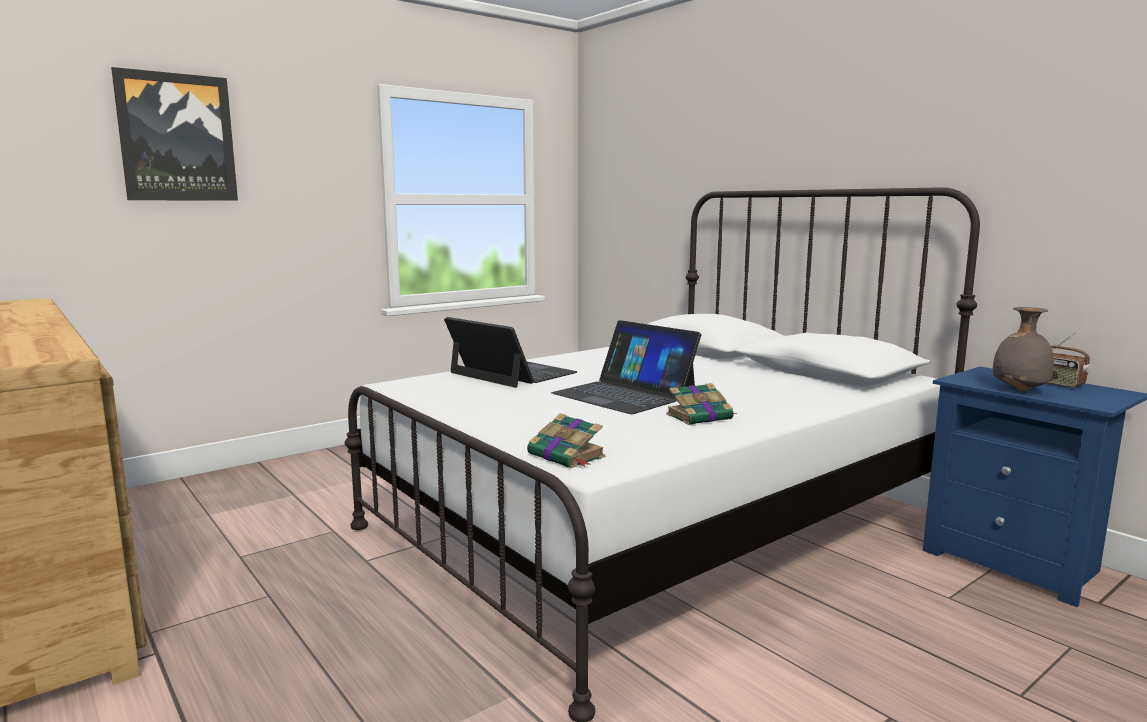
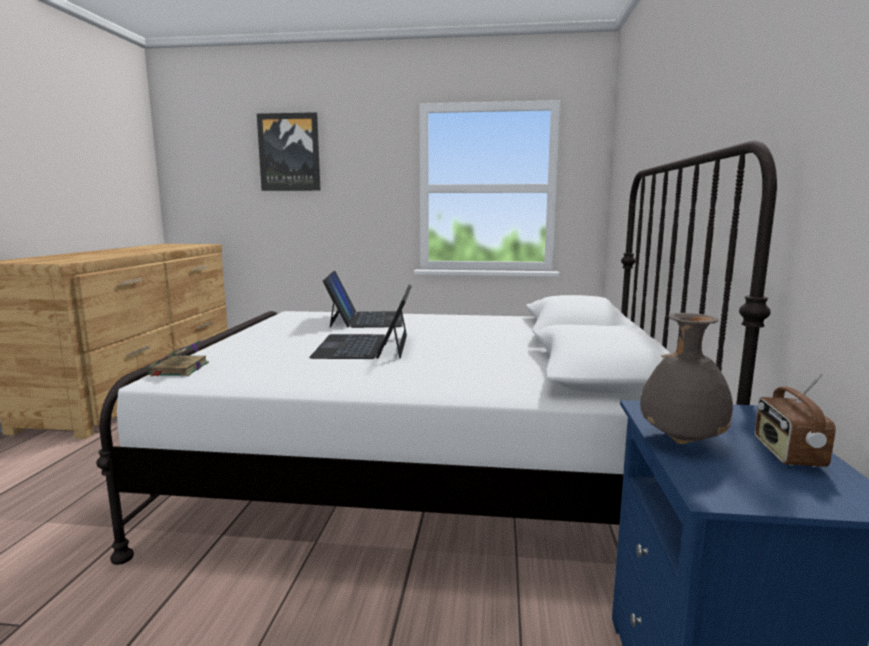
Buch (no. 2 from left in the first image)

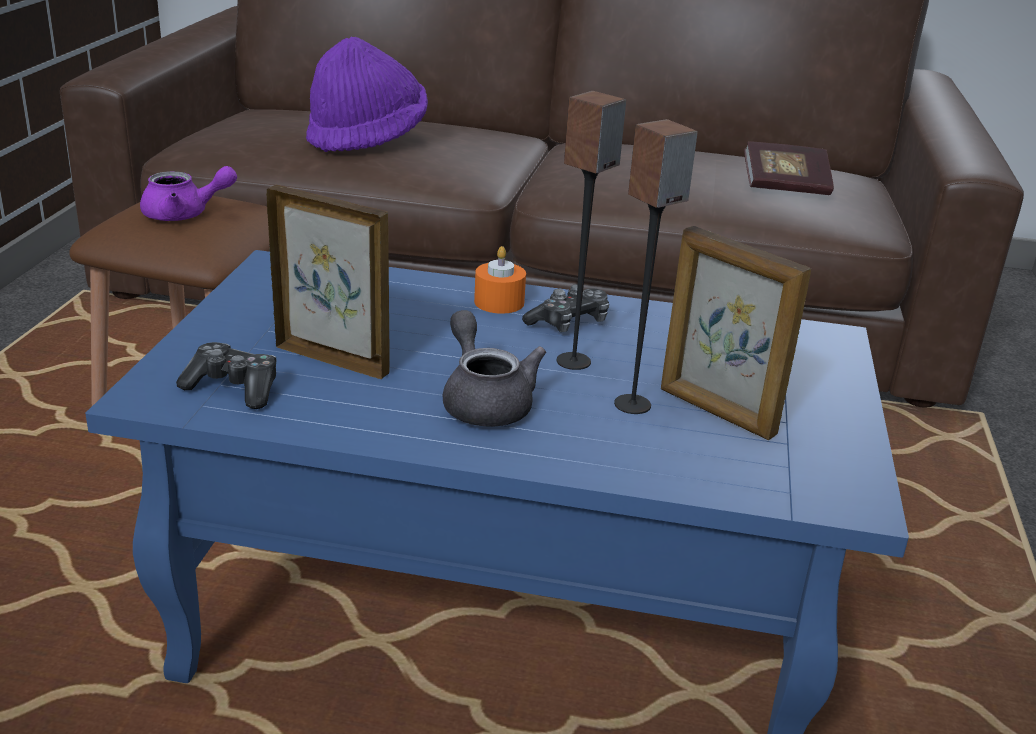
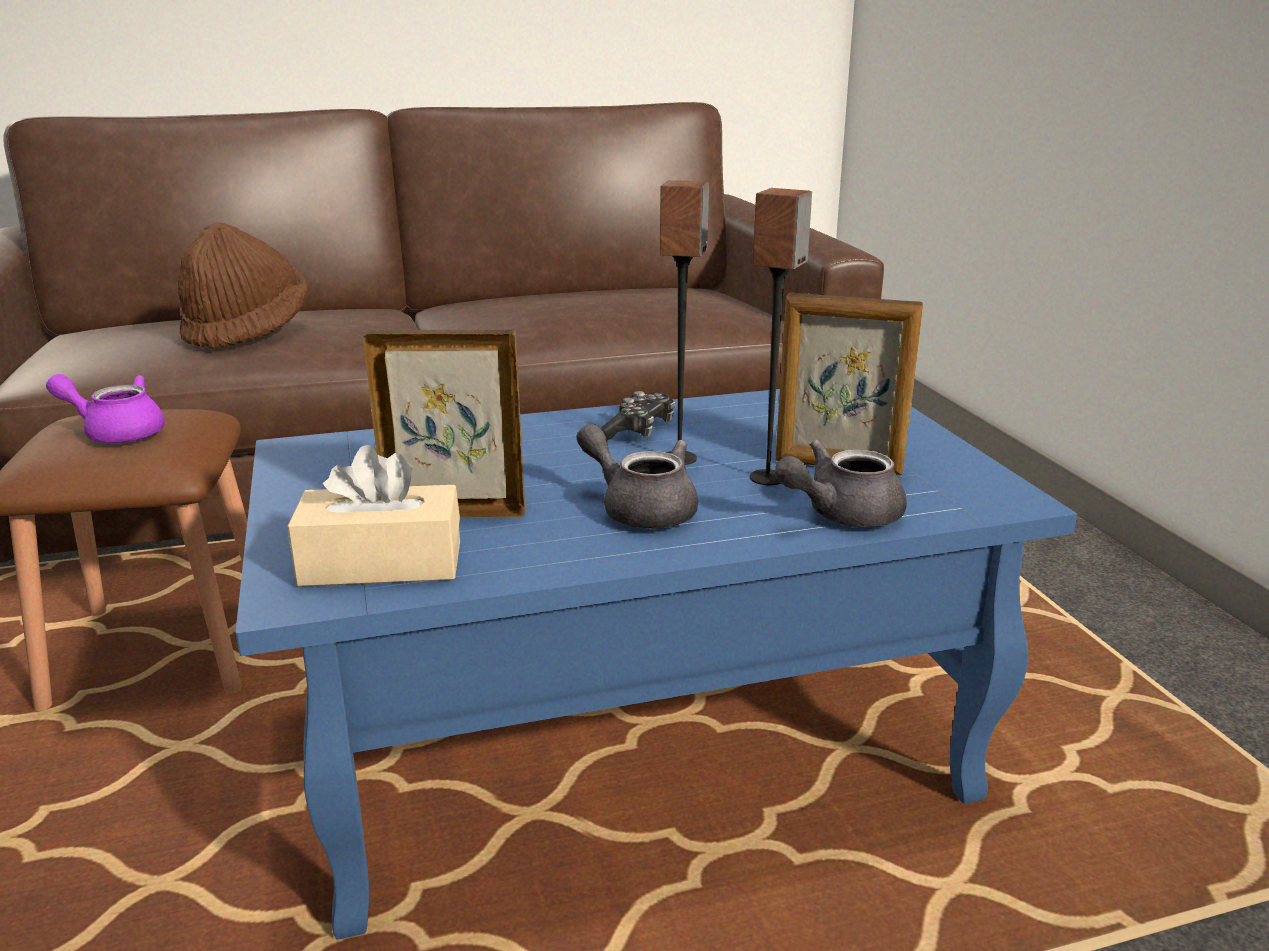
Teekanne/lila
Taschentuchbox/beige
Hut/braun
Kerze/orange
Buch
Teekanne/grau (no. 2 from left)

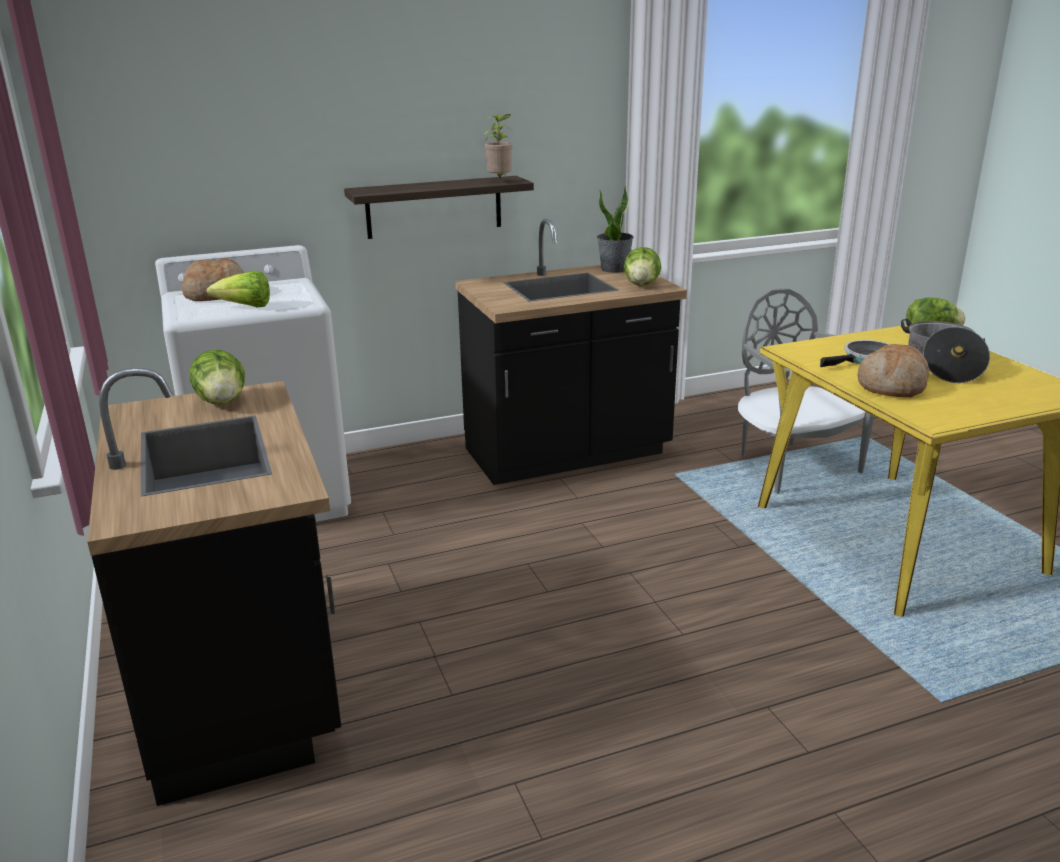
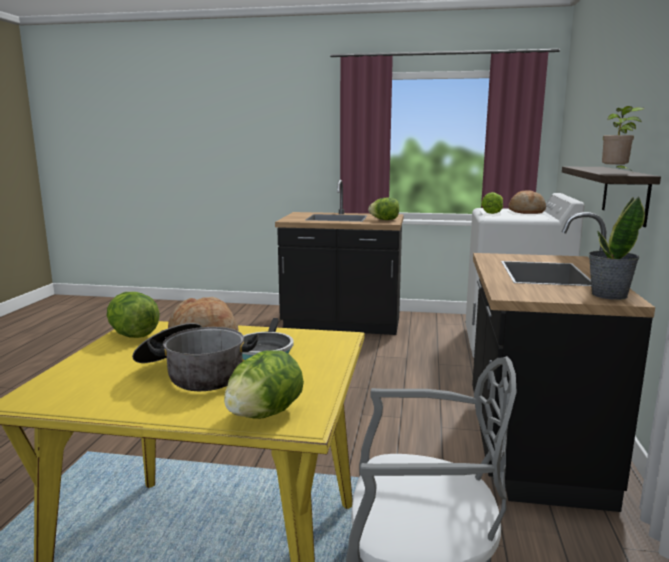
Salatkopf (no. 1 from left)

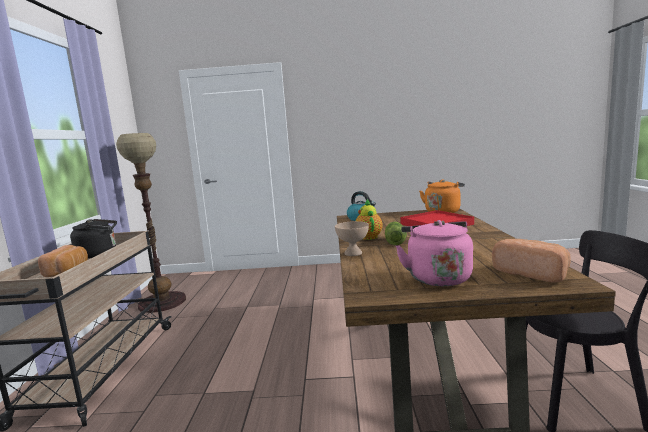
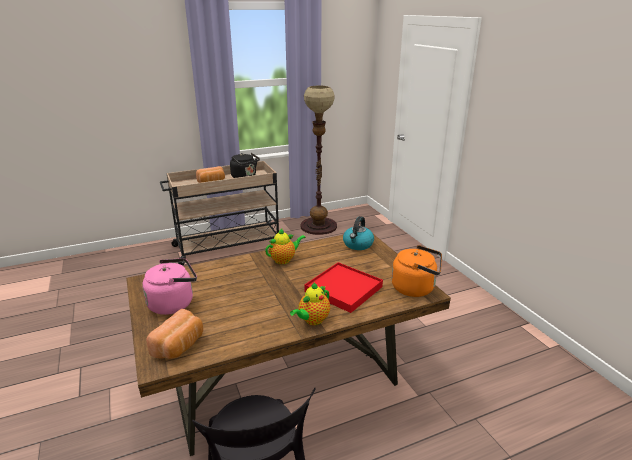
Schüssel/beige
Salatkopf
Teekanne (no. 2 from left)

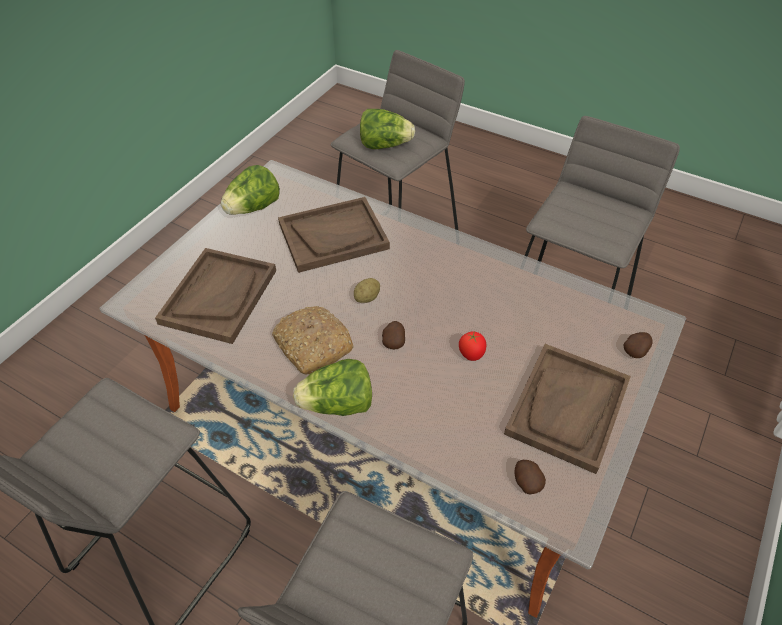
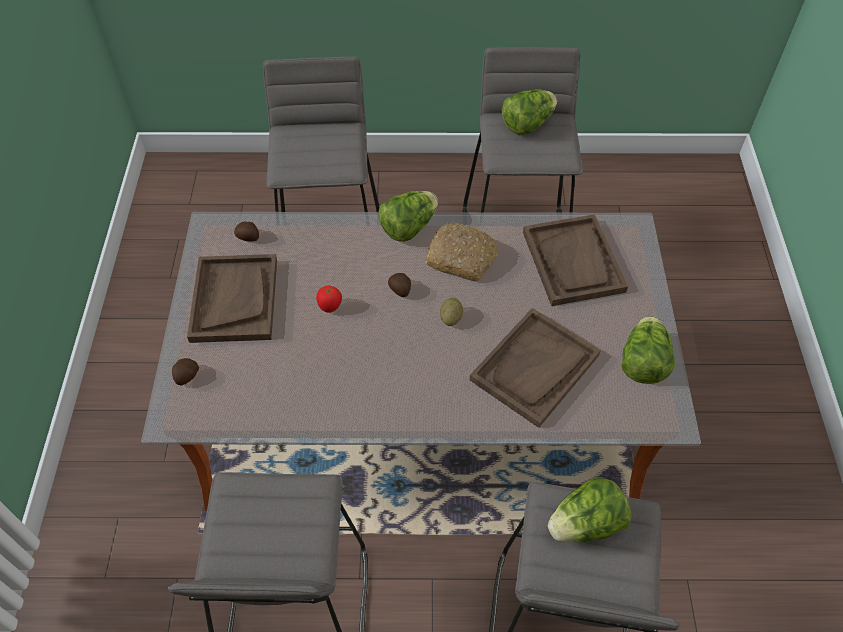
Salatkopf (no. 2 from left)

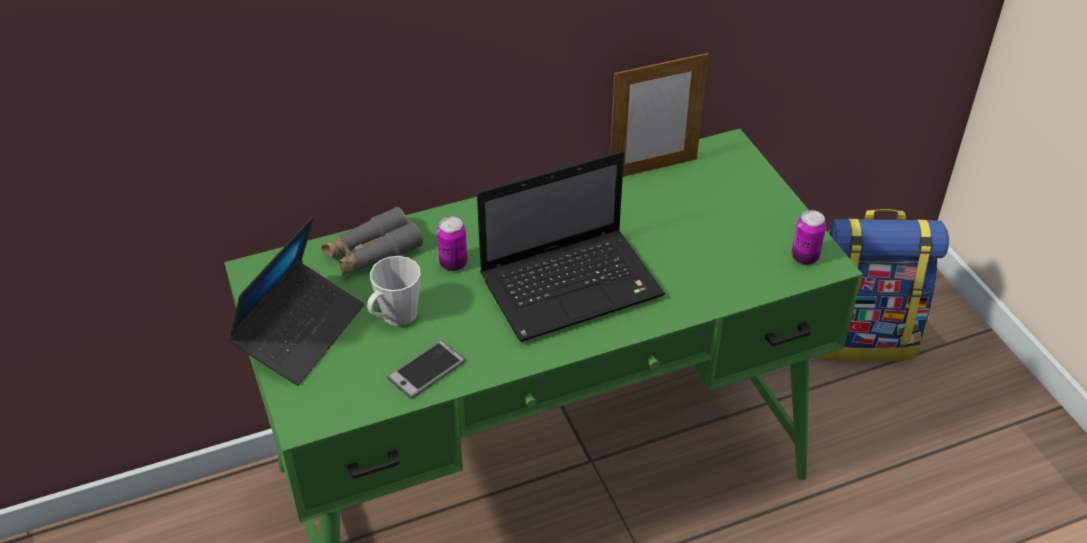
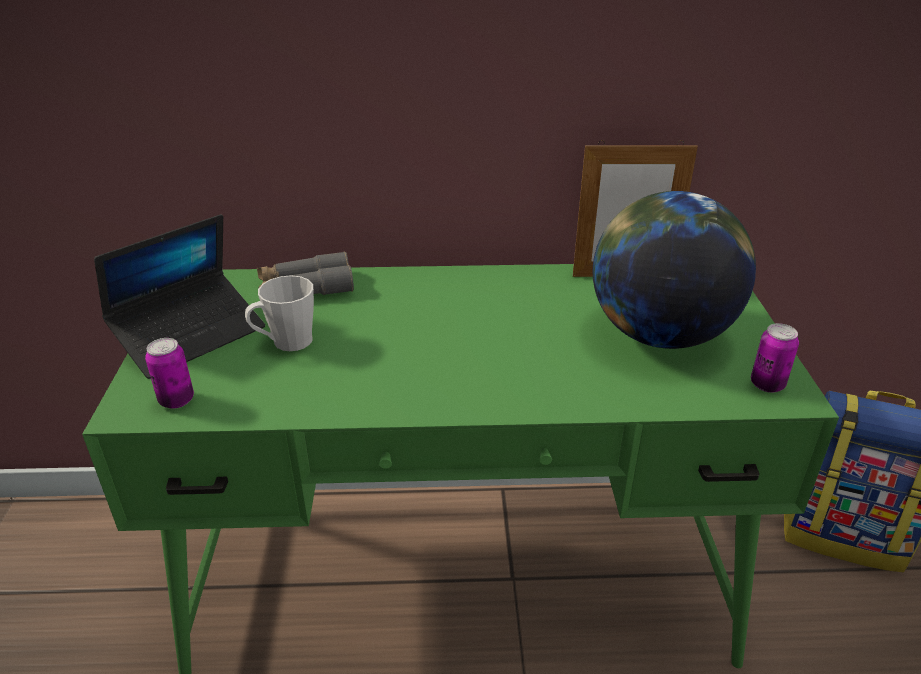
Handy
Dose (no. 1 from left)
Laptop (no. 2 from left in the first image)
Globus

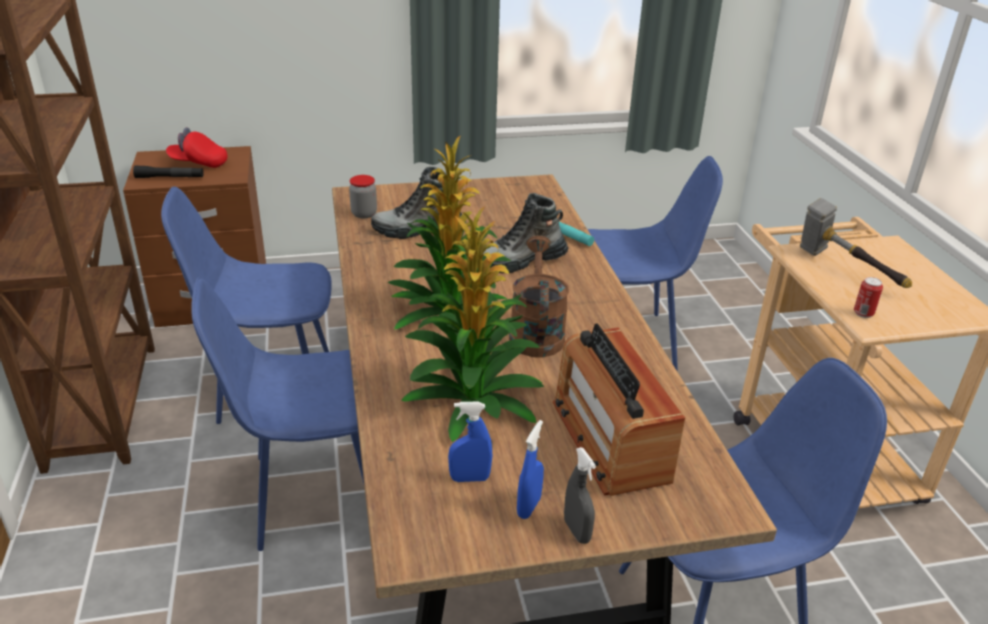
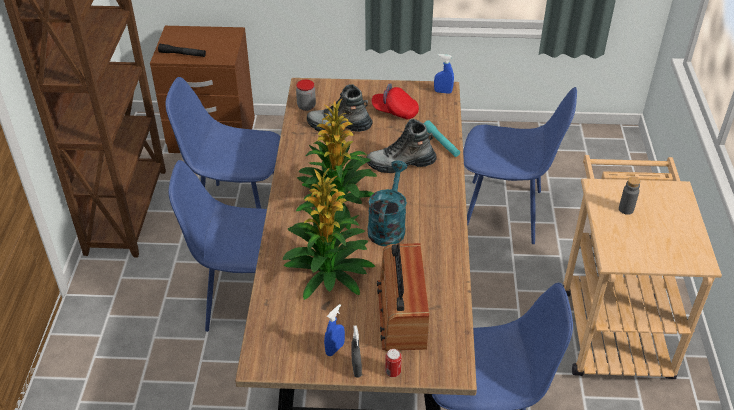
Kappe/rot
Sprühflasche/blau (no. 2 from left)
Gießkanne/türkis
Flasche/grau
Dose

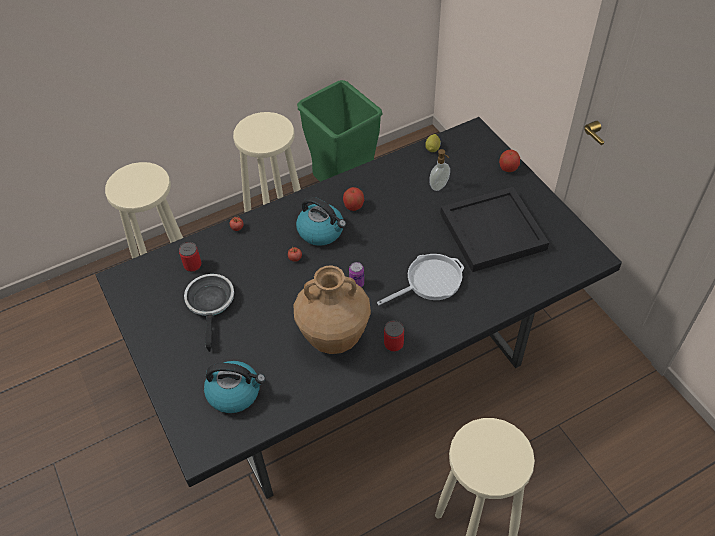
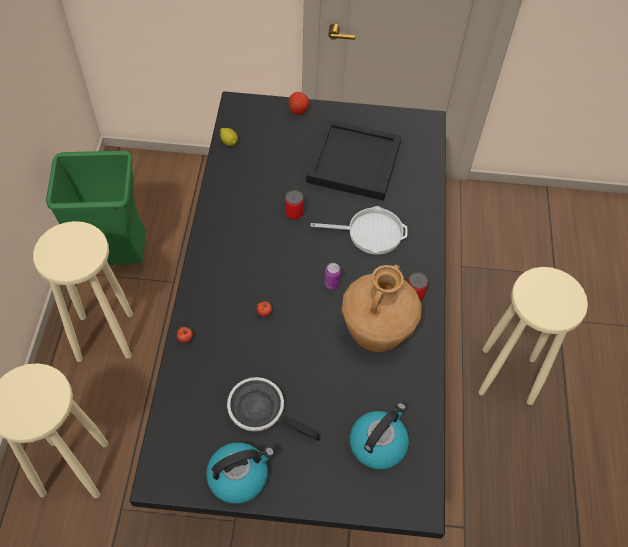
Dose (no. 1 from left)
Wasserkessel (no. 1 from left)
Apfel (no. 1 from left in the first image)
Pfanne (no. 2 from left)
Seifenspender

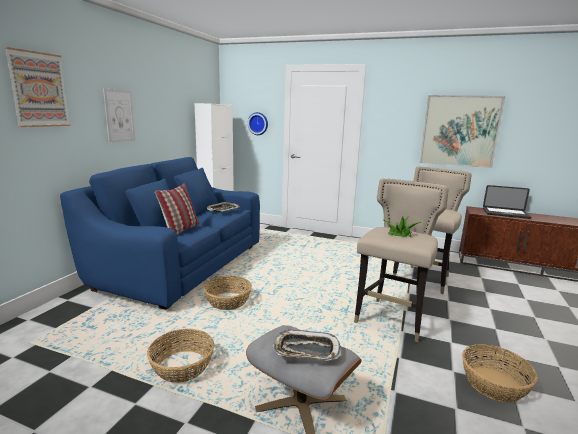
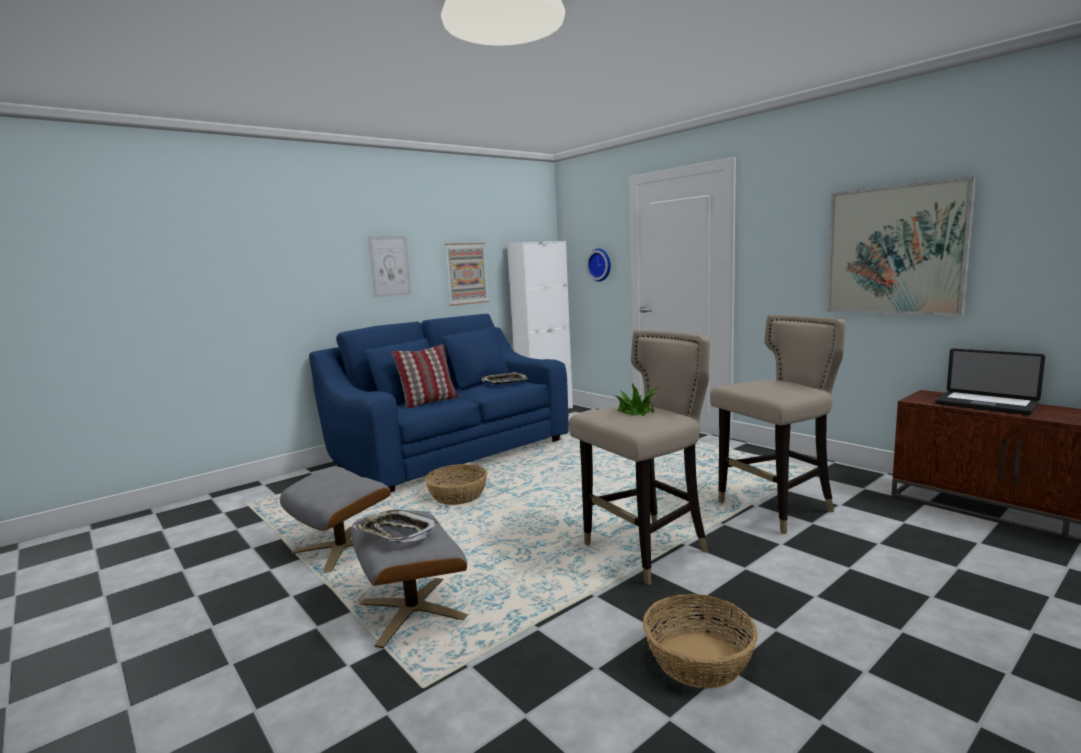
Bild (no. 2 from left)
Polsterhocker/grau (no. 1 from left)

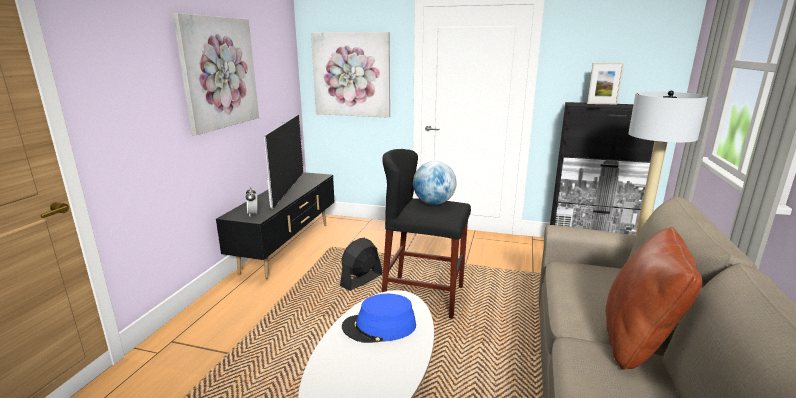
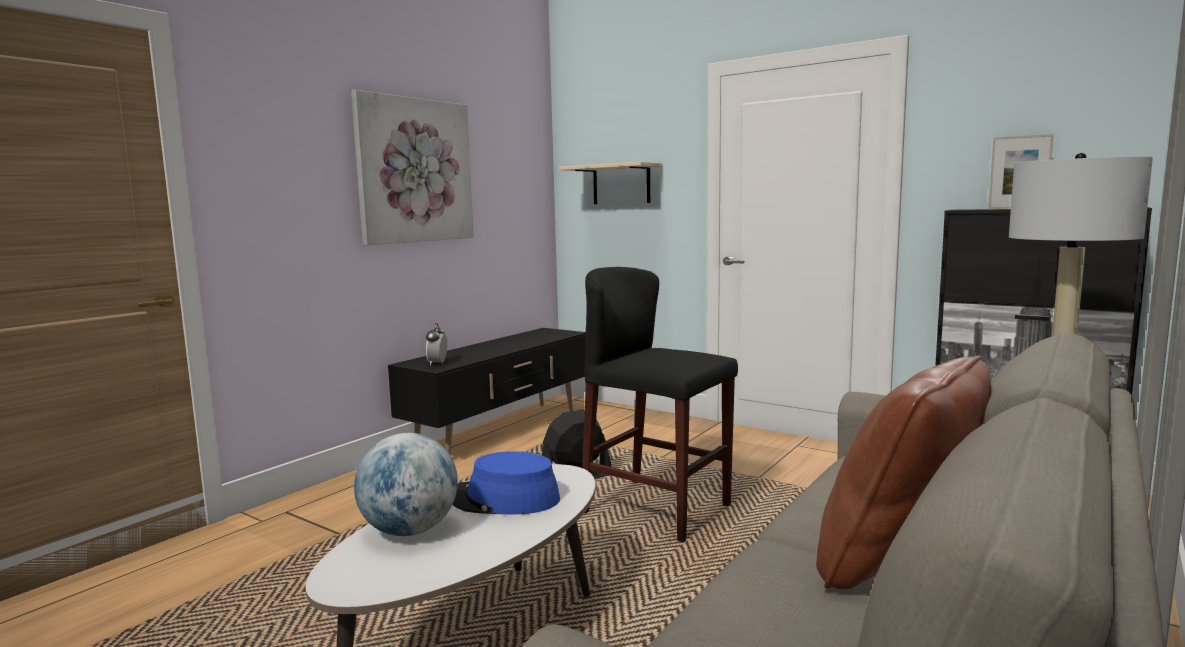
Fernseher
Wandregal/beige
Globus

